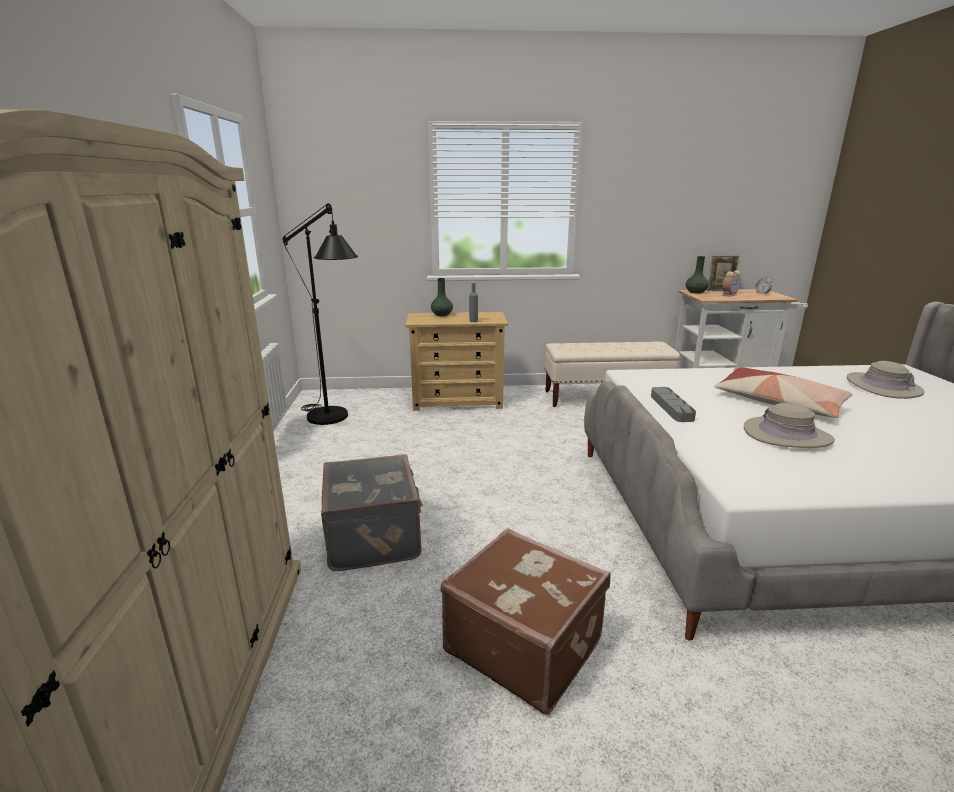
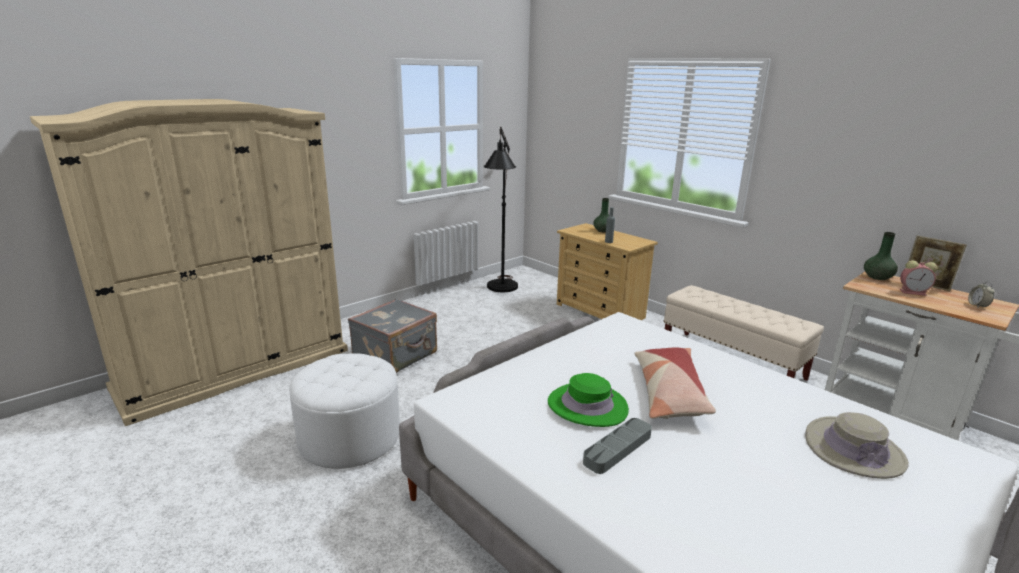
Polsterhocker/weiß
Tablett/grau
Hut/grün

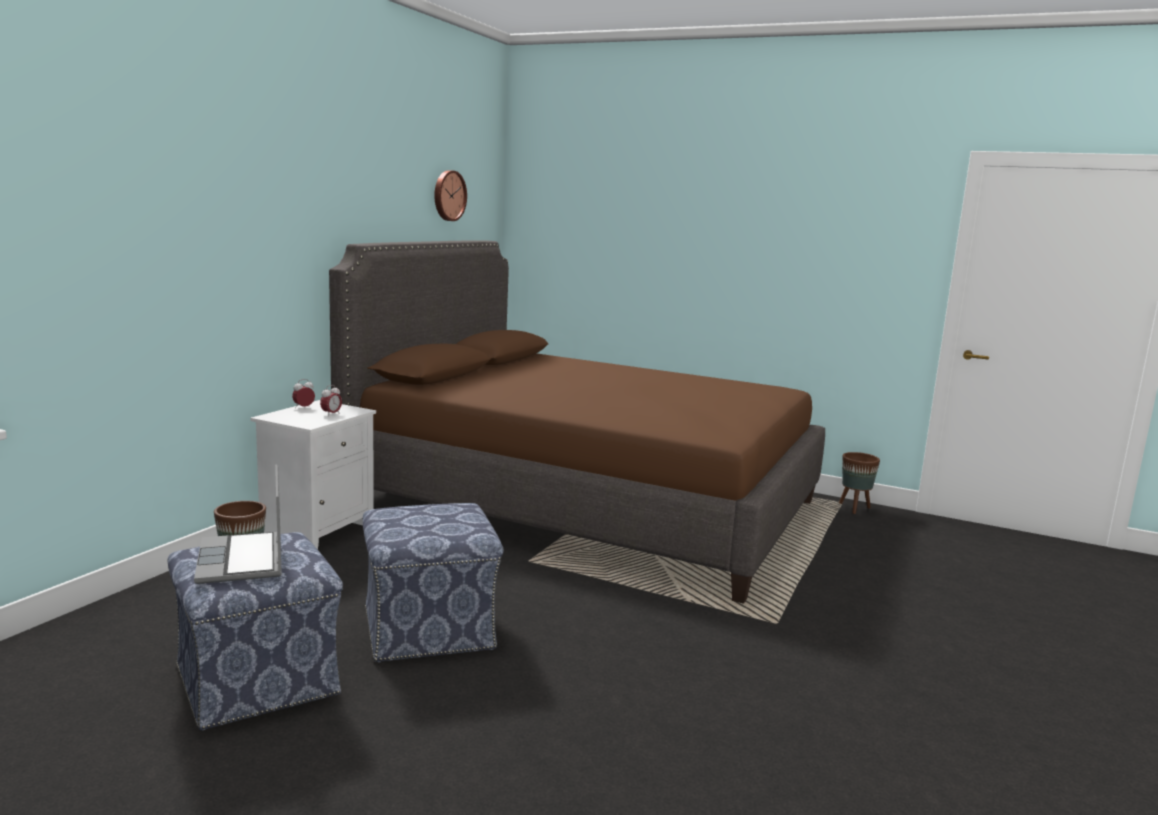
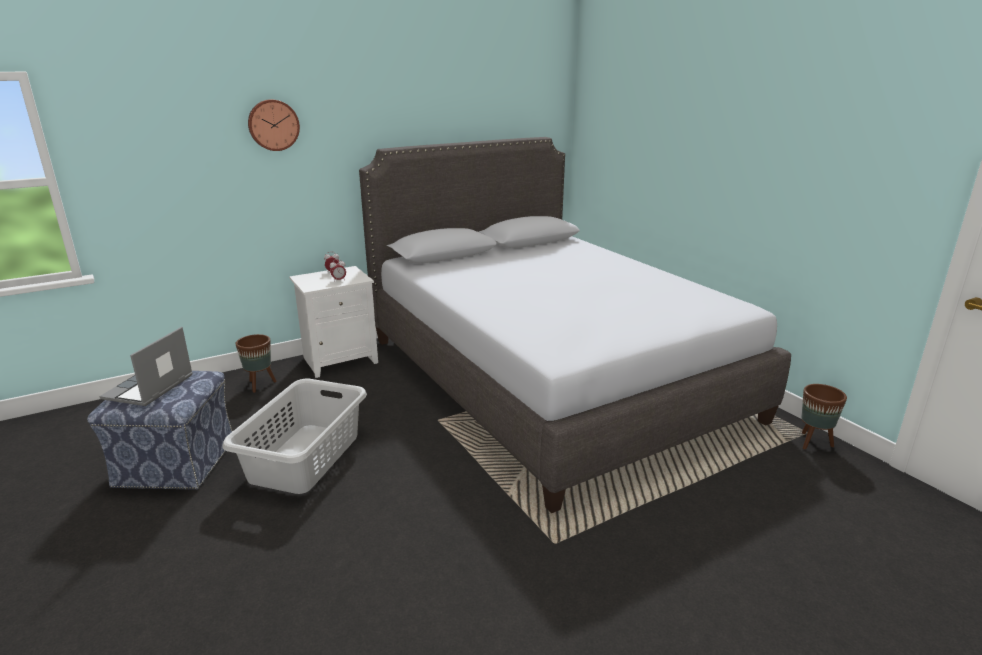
Bett/grau
Wäschekorb/grau
Wanduhr

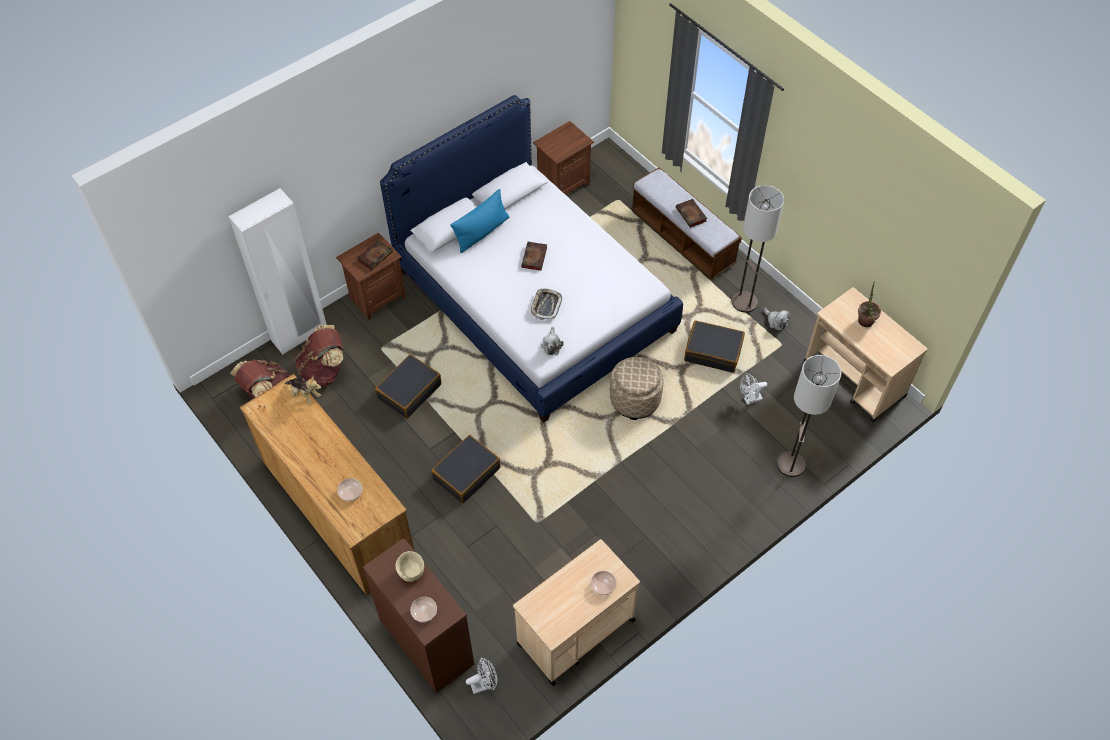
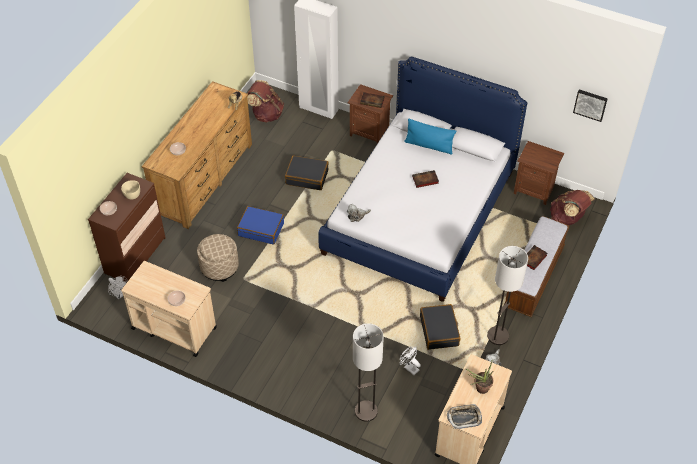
Rucksack/braun (no. 2 from left)
Koffer/blau
Tablett
Polsterhocker/beige
Bild

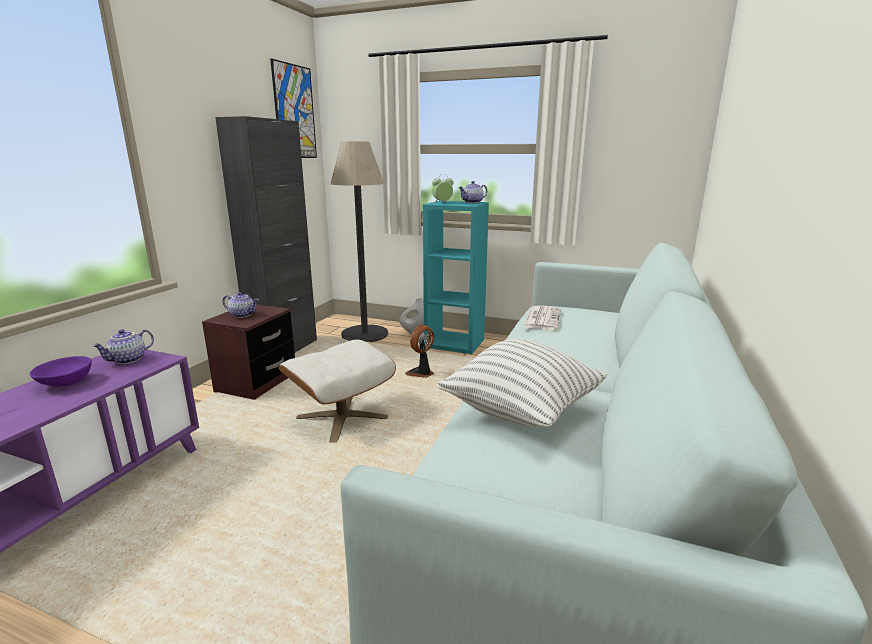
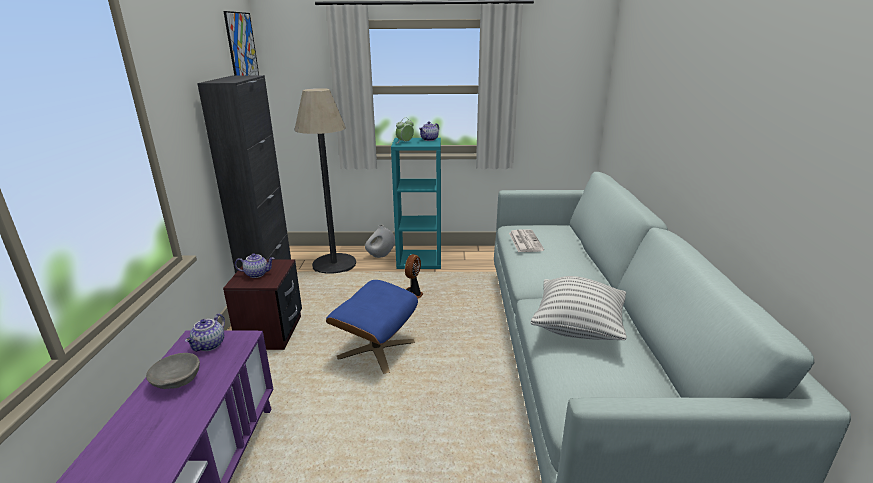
Schüssel/grau
Polsterhocker/blau

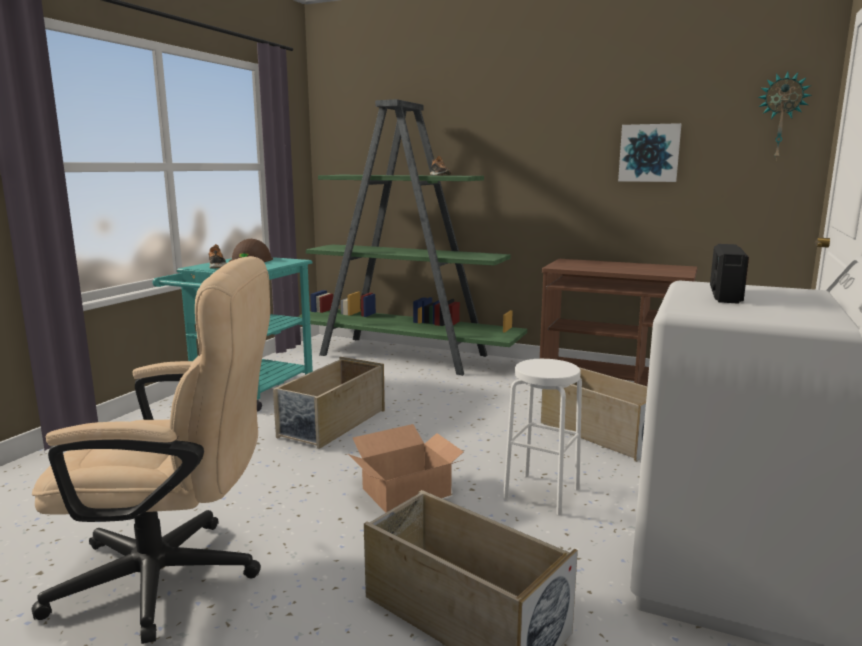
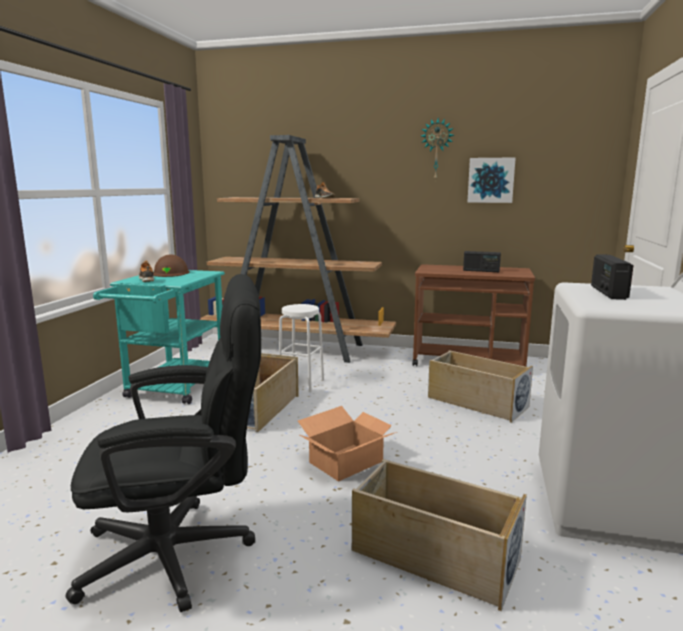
Bürostuhl/schwarz
Bücherregal/braun
Hocker/weiß
Wanduhr
Radio (no. 1 from left)

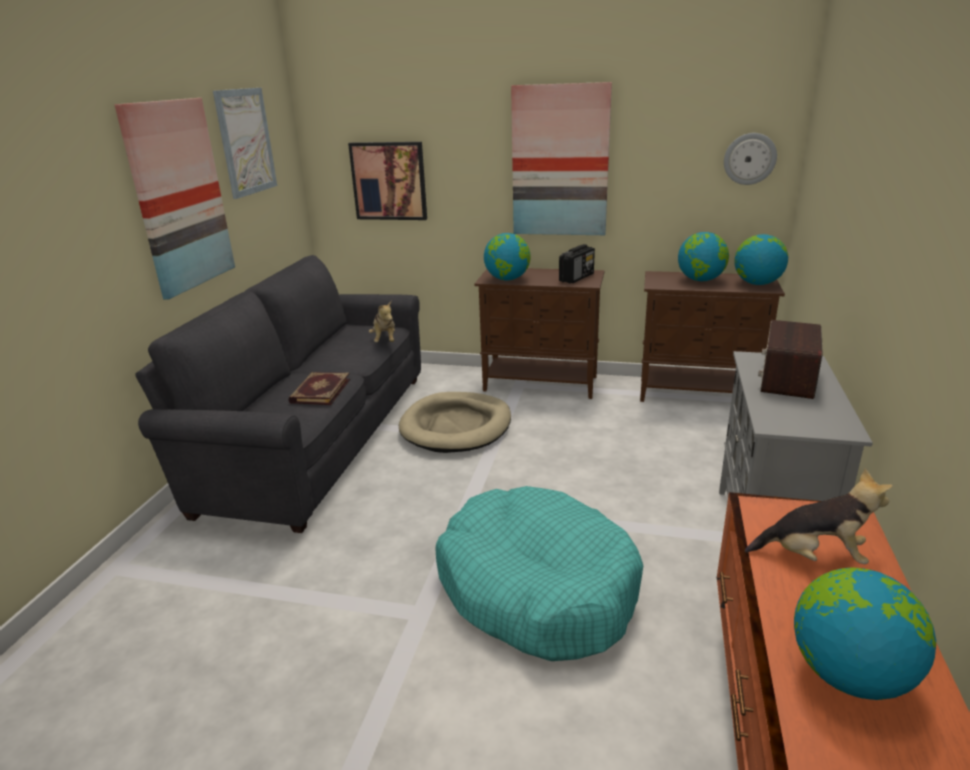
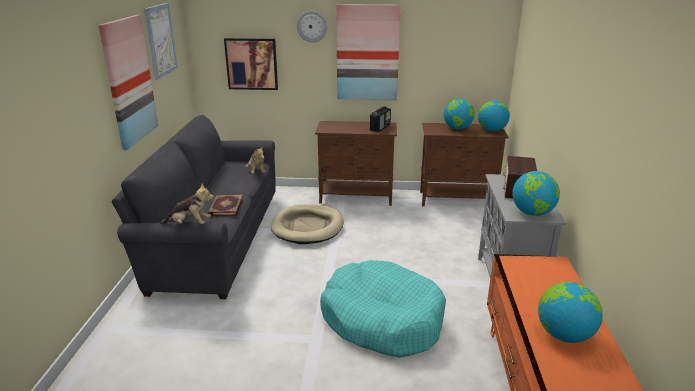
Globus (no. 3 from left)
Wanduhr
Plüschtier (no. 1 from left)

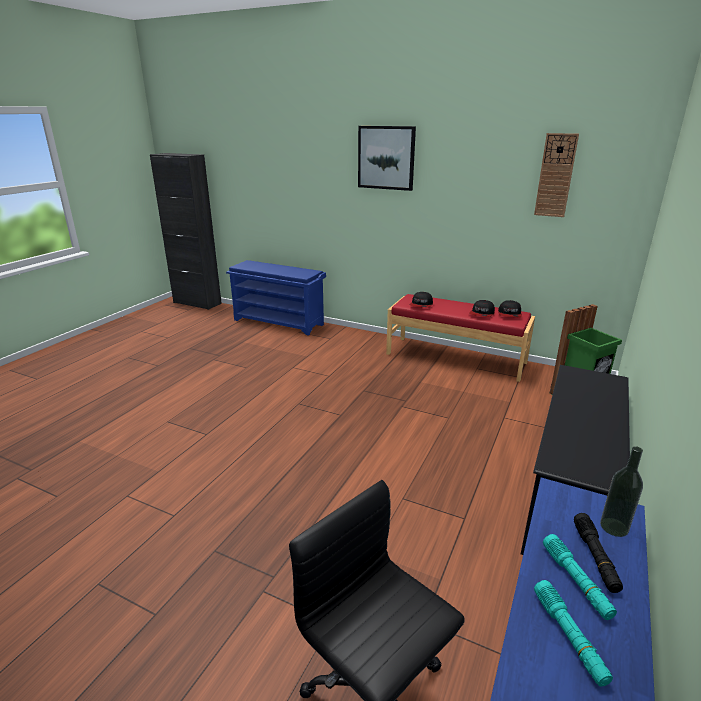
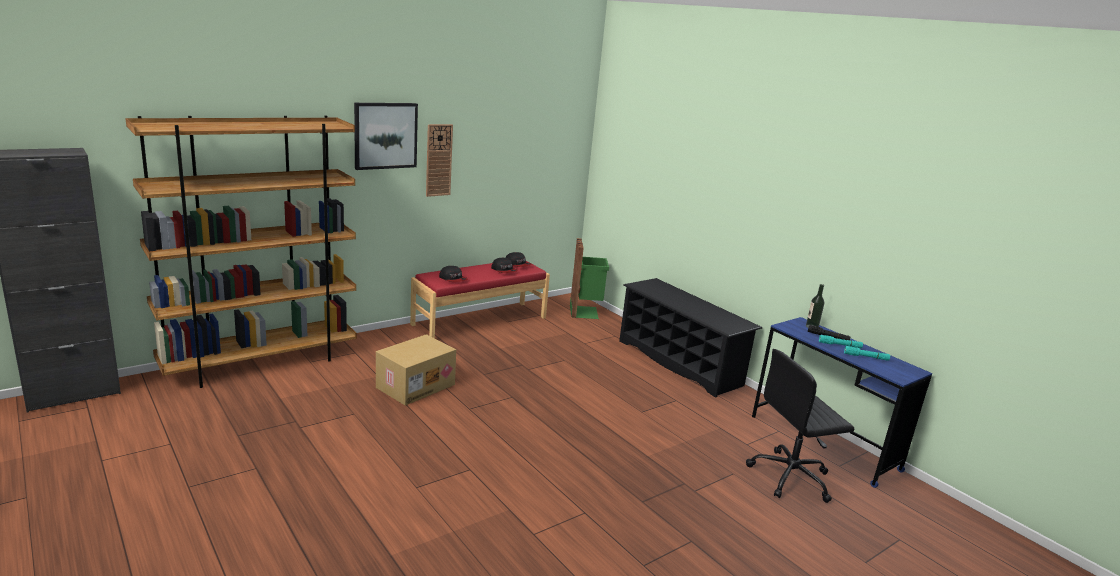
Bücherregal/braun
Wanduhr
Karton

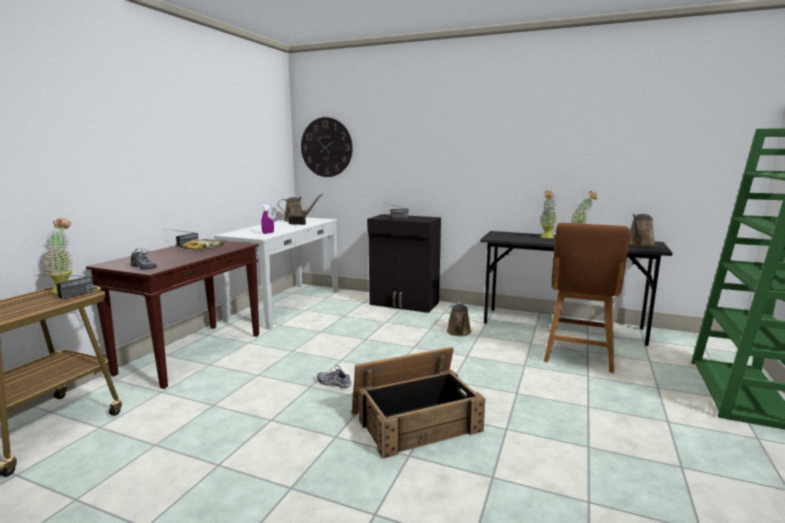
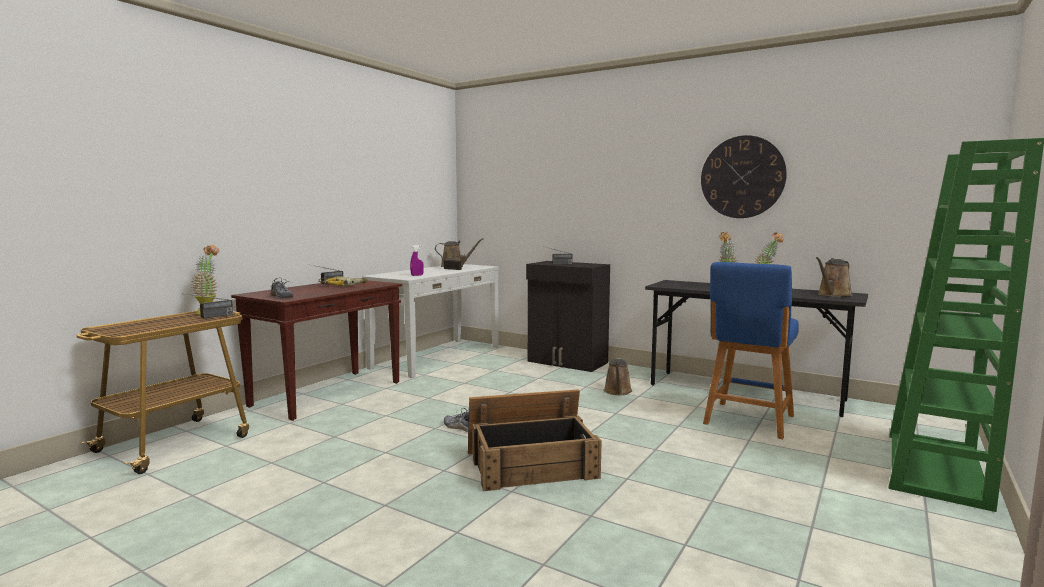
Wanduhr
Hocker/blau

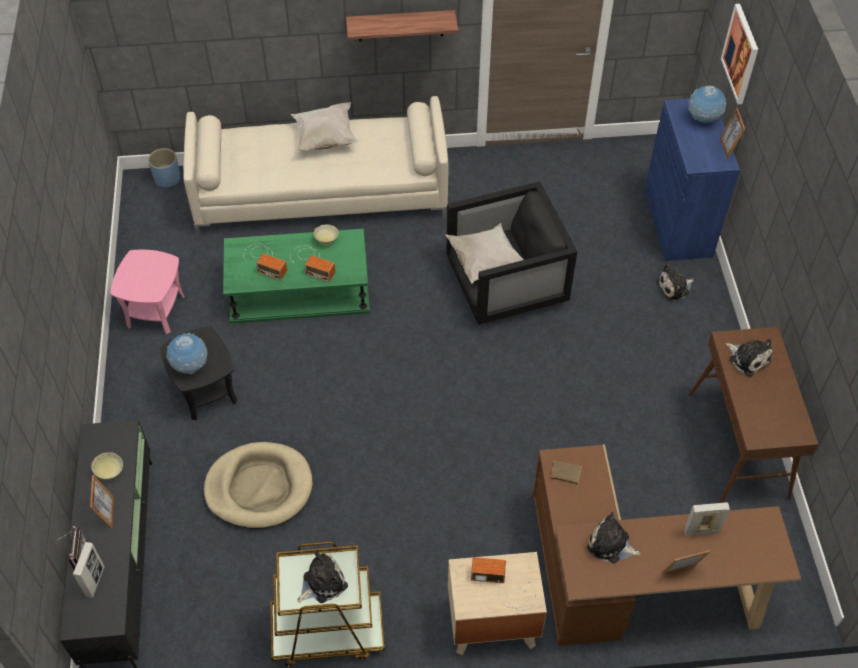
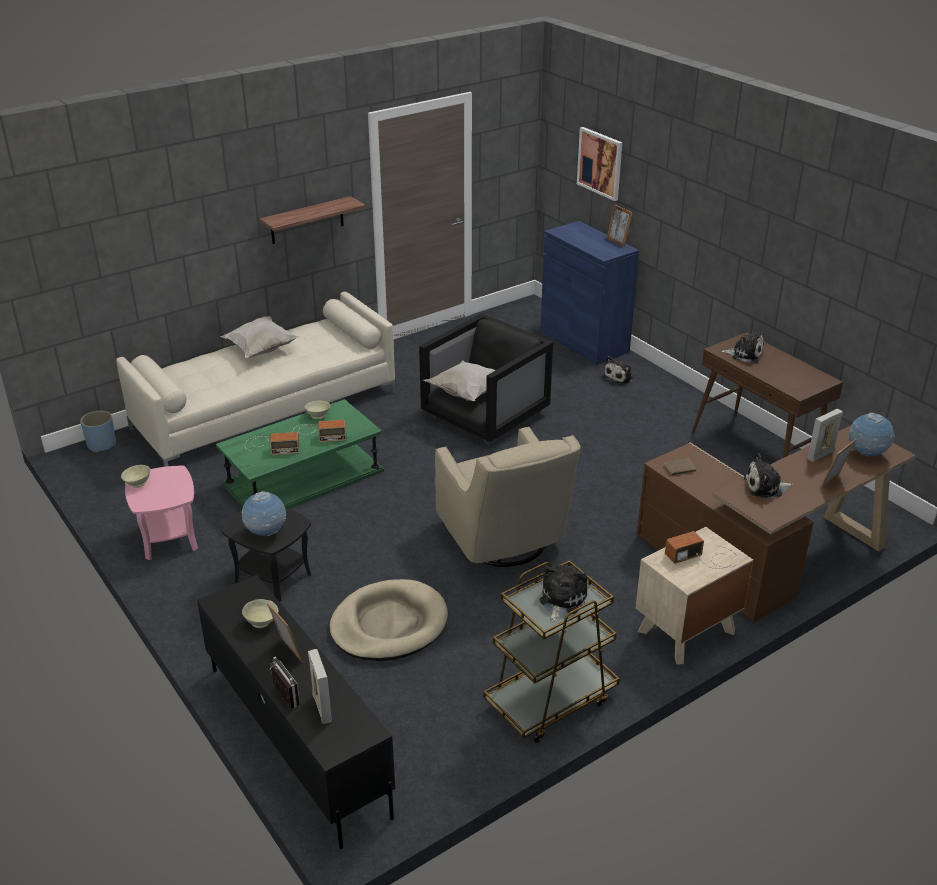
Globus (no. 2 from left)
Schüssel/beige (no. 1 from left)
Sessel/beige

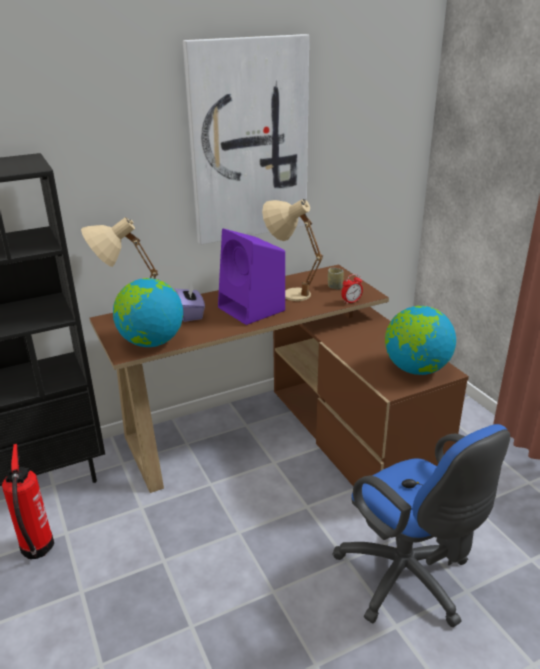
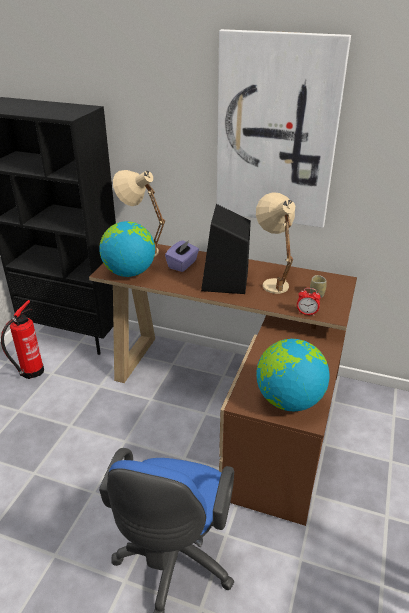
Lautsprecher/schwarz

